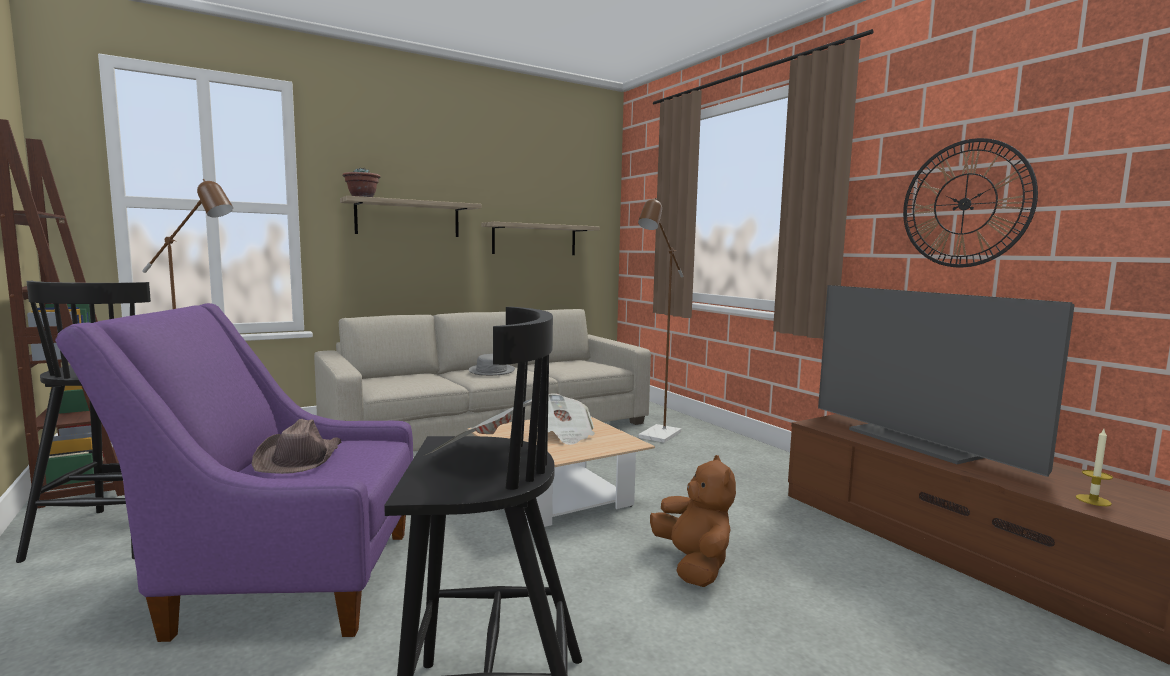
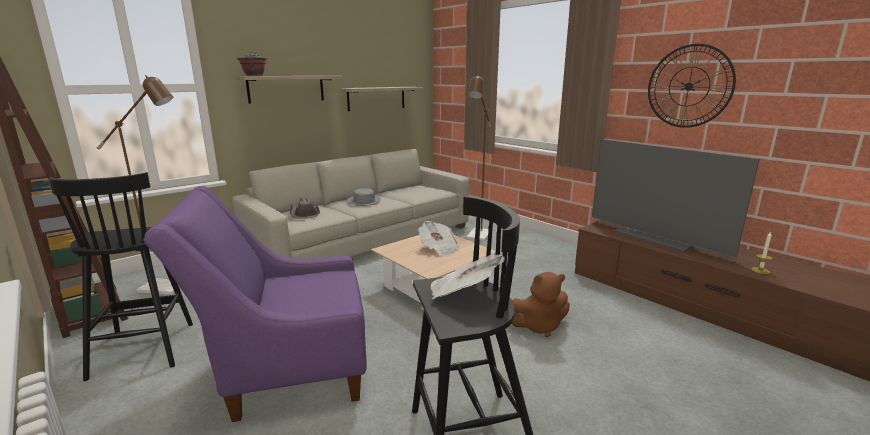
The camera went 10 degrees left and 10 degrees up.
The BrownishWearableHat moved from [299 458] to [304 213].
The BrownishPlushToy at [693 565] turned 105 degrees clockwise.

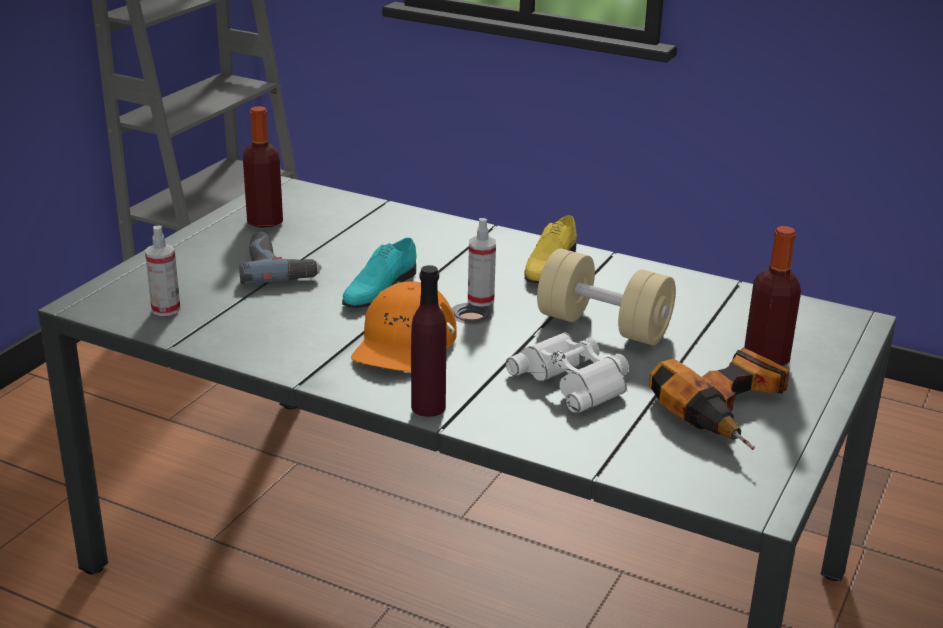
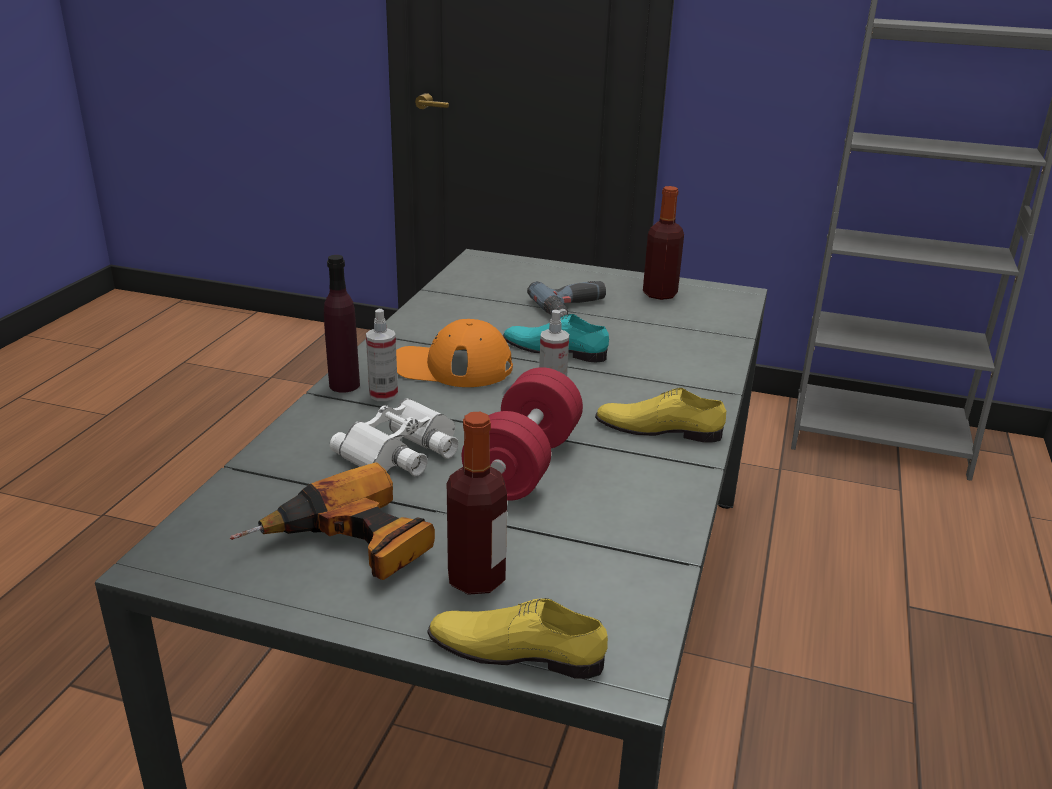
The camera went 80 degrees right and 0 degrees up.
The HandSprayer moved from [166 309] to [383 394].
The SandColouredHandWeight at [603 326] became the ReddishHandWeight at [523 464].
The YellowShoe at [516 649] appeared.

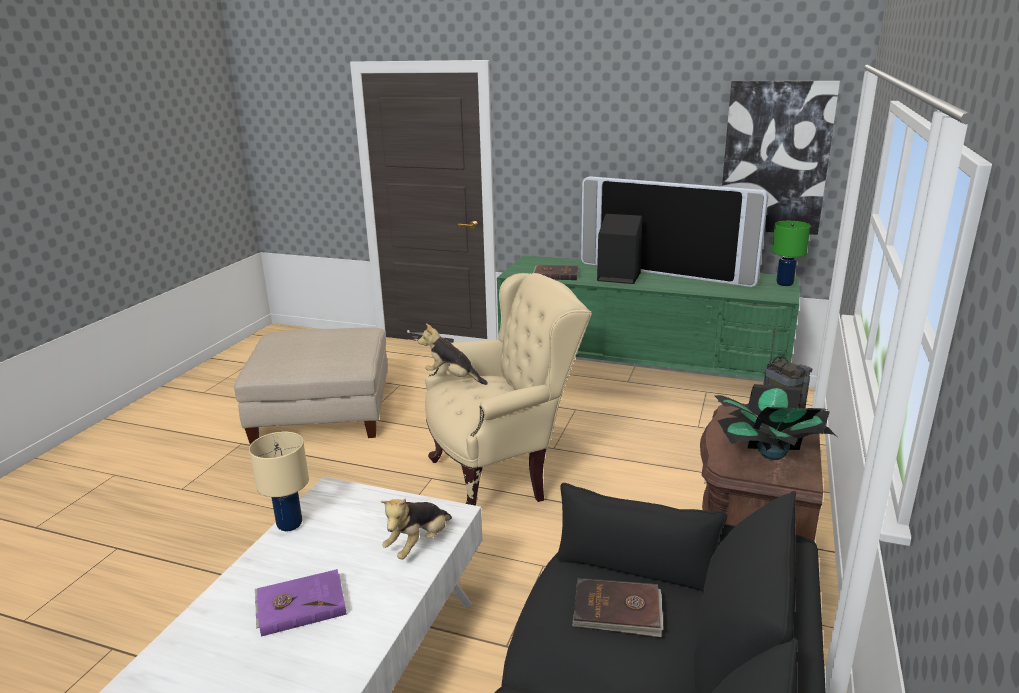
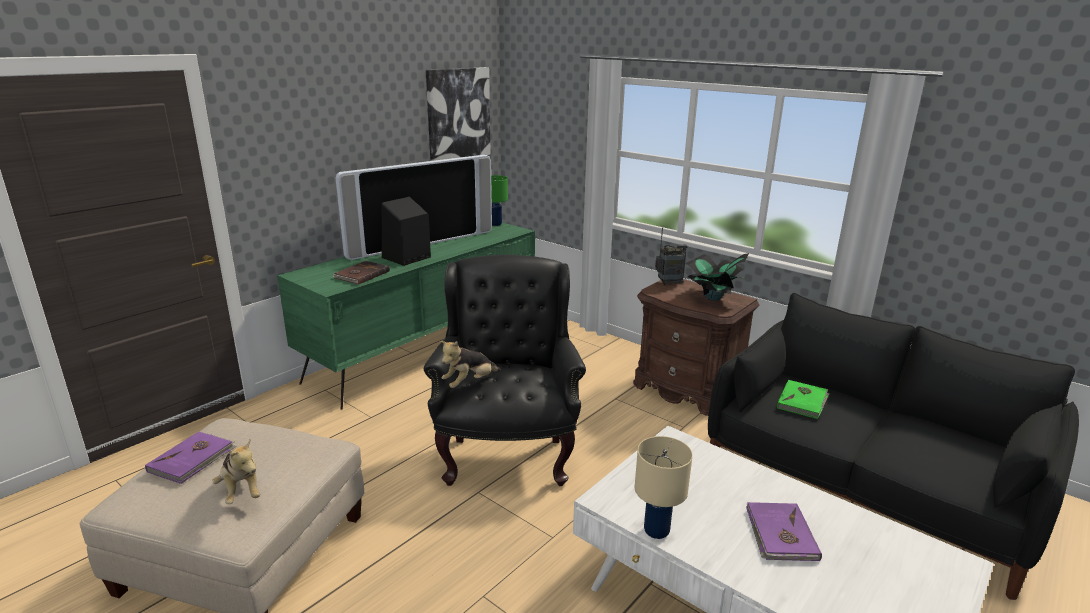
The camera went 70 degrees left and 0 degrees up.
The SandColouredArmchair at [501 476] became the BlackColouredArmchair at [507 451].
The PlushToy moved from [418 544] to [241 490].
The BrownishBoundBook at [617 611] became the GreenishBoundBook at [803 401].
The PurpleColouredBoundBook at [192 459] appeared.

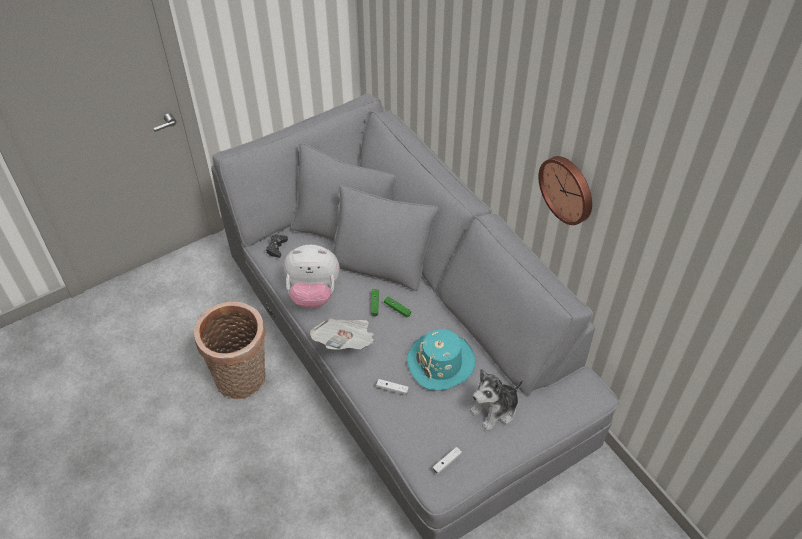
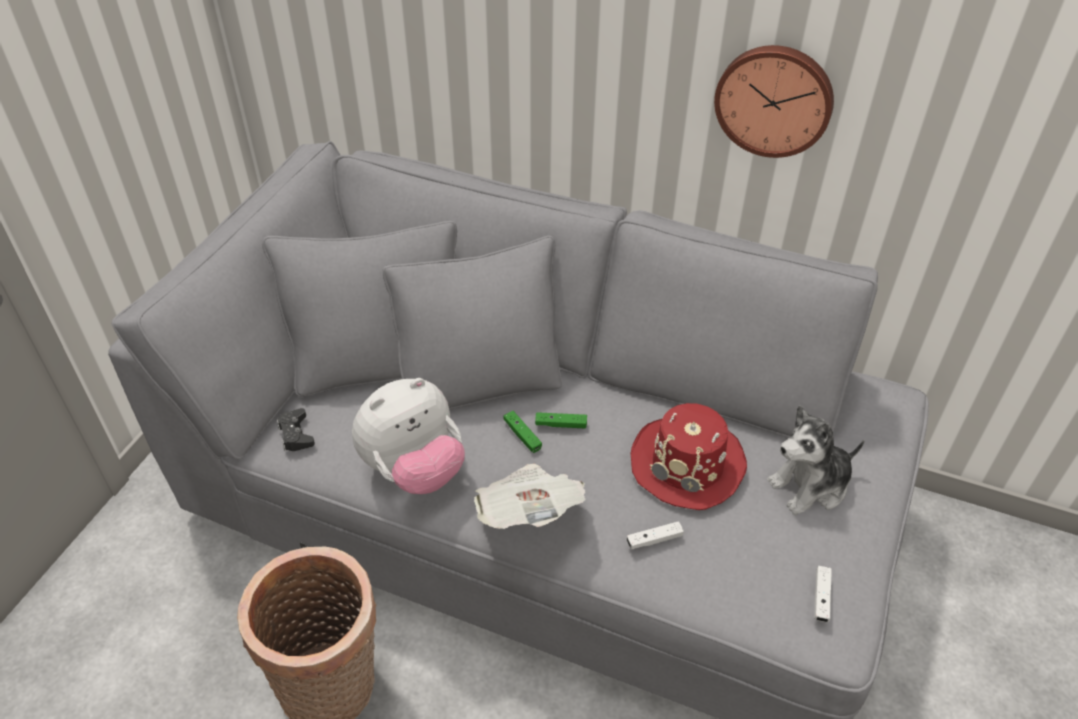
The camera went 35 degrees left and 5 degrees down.
The TurquoiseColouredWearableHat at [441 363] became the ReddishWearableHat at [688 463].
The PlushToy at [495 409] turned 45 degrees clockwise.

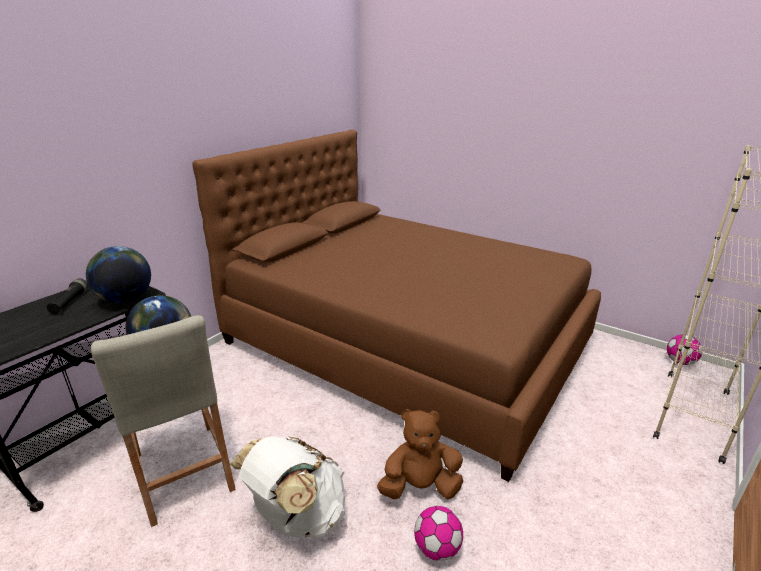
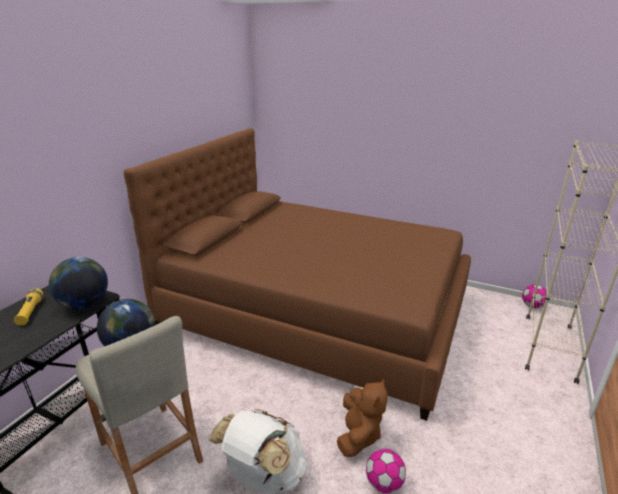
The camera went 10 degrees left and 0 degrees up.
The BlackColouredHandTorch at [70 302] became the YellowHandTorch at [30 312].
The BrownishPlushToy at [420 487] turned 120 degrees clockwise.

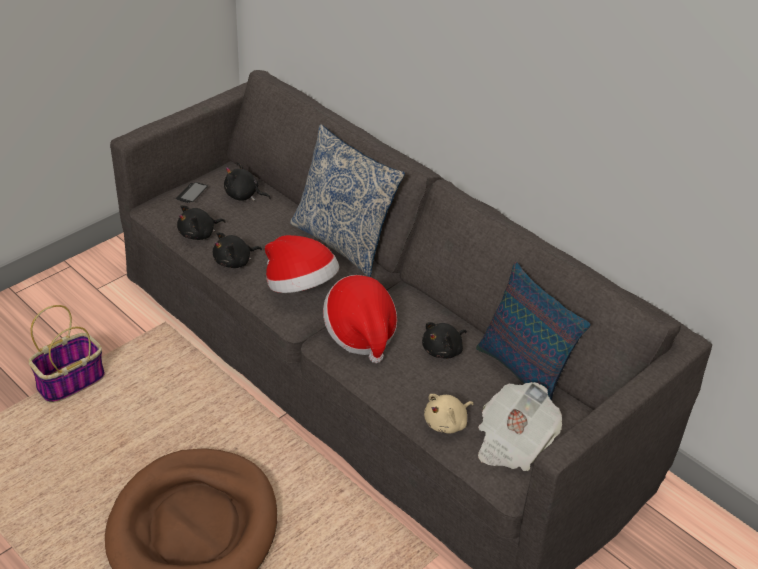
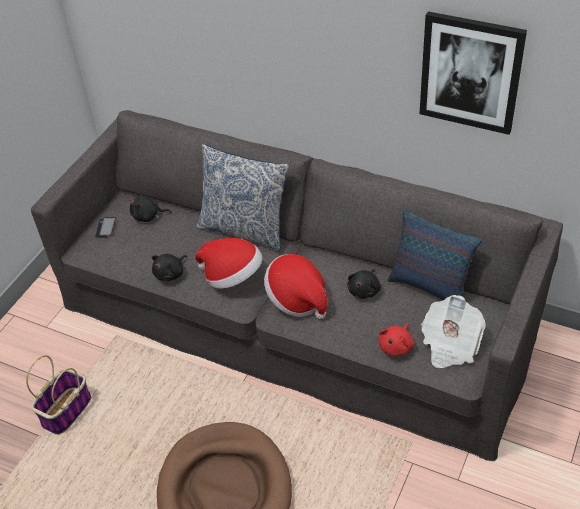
The camera went 15 degrees left and 5 degrees up.
The BlackColouredPlushToy at [199 234] disappeared.
The SandColouredPlushToy at [447 423] became the ReddishPlushToy at [396 346].
The WallArt at [470 72] appeared.

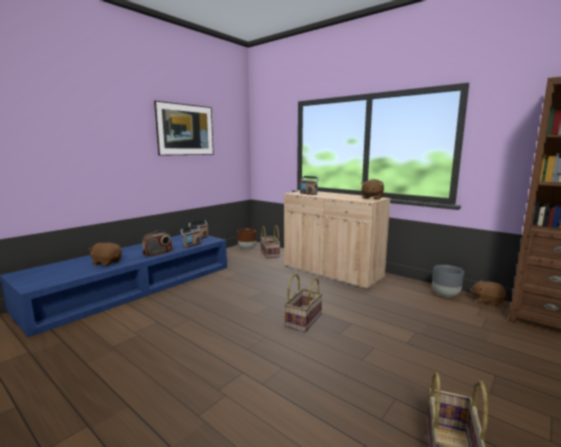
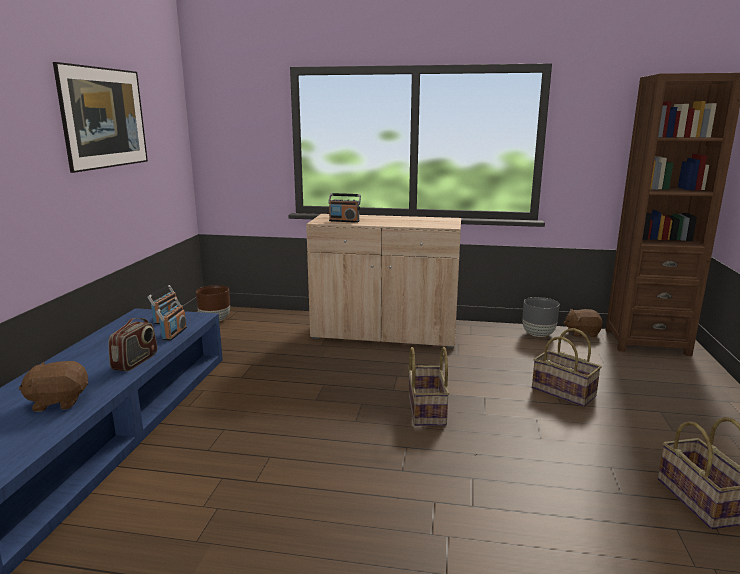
The camera went 30 degrees left and 5 degrees up.
The BrownishPlushToy at [372 198] disappeared.
The Basket moved from [270 254] to [564 392].

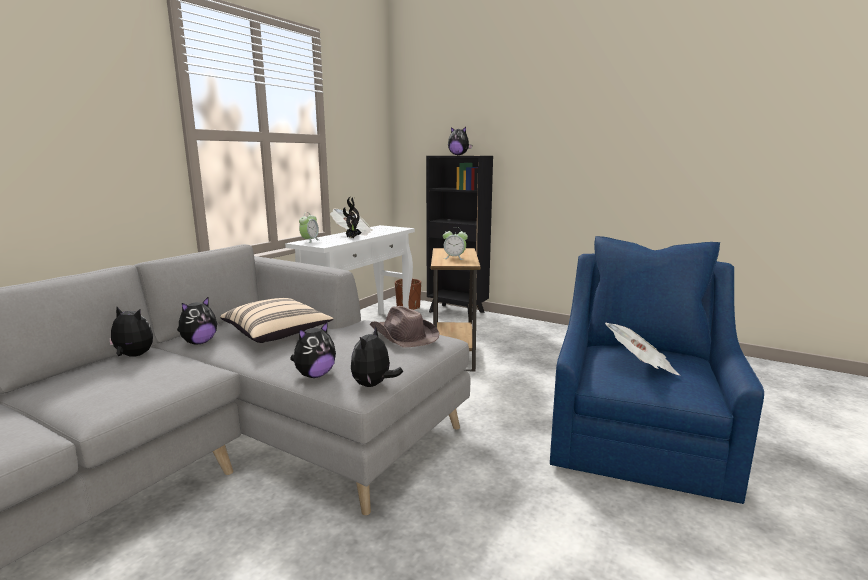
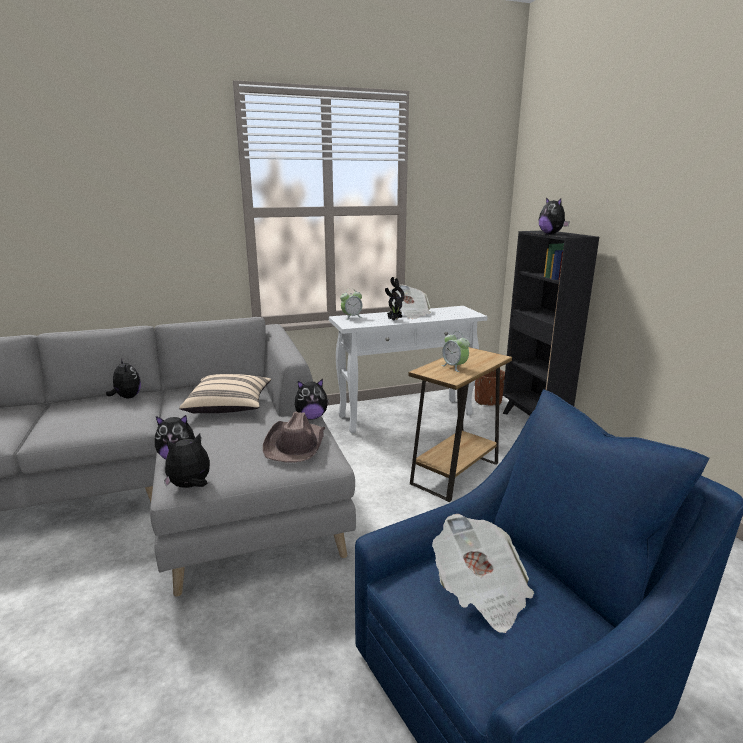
The camera went 40 degrees right and 5 degrees up.
The PlushToy moved from [199 342] to [311 417].

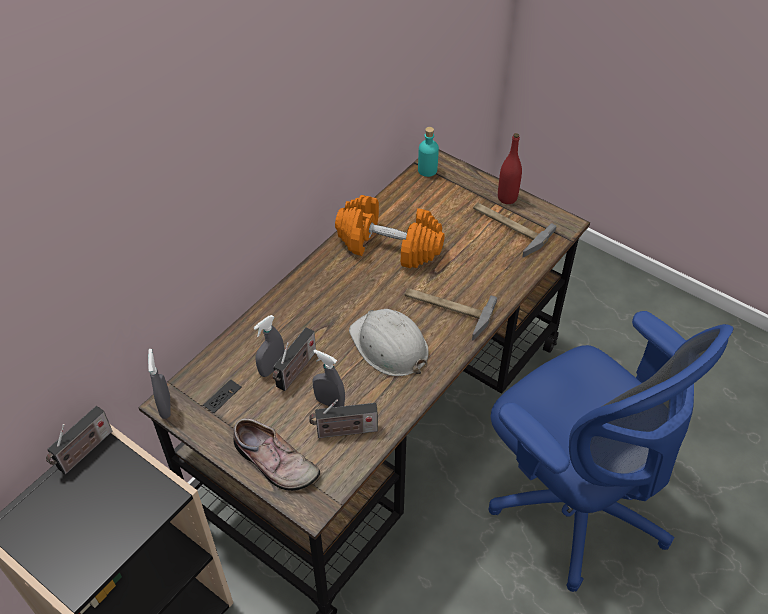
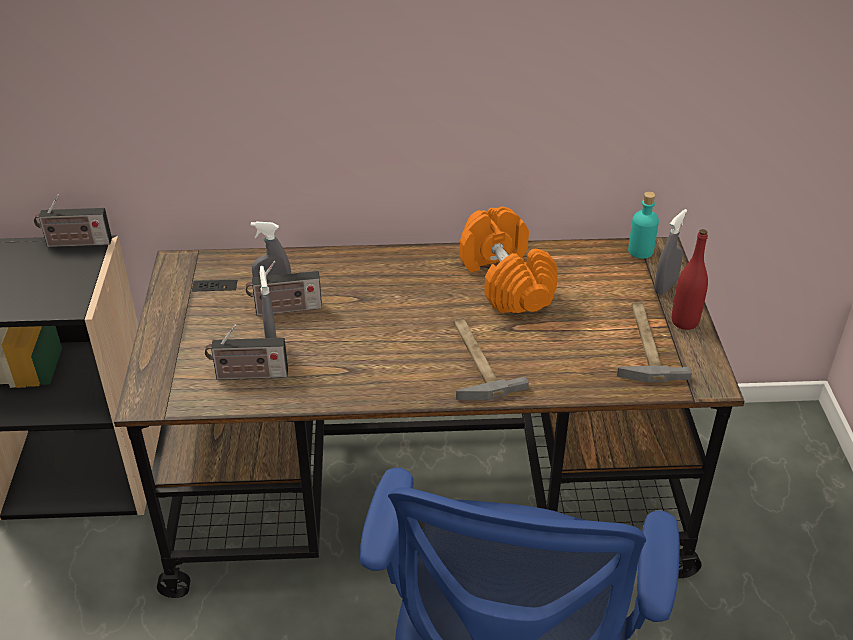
The camera went 50 degrees right and 10 degrees down.
The WhiteWorkHelmet at [389 346] disappeared.
The GreyHandSprayer moved from [165 407] to [665 287].
The RadioReceiver at [344 431] turned 45 degrees counterclockwise.
The Shoe at [273 463] disappeared.

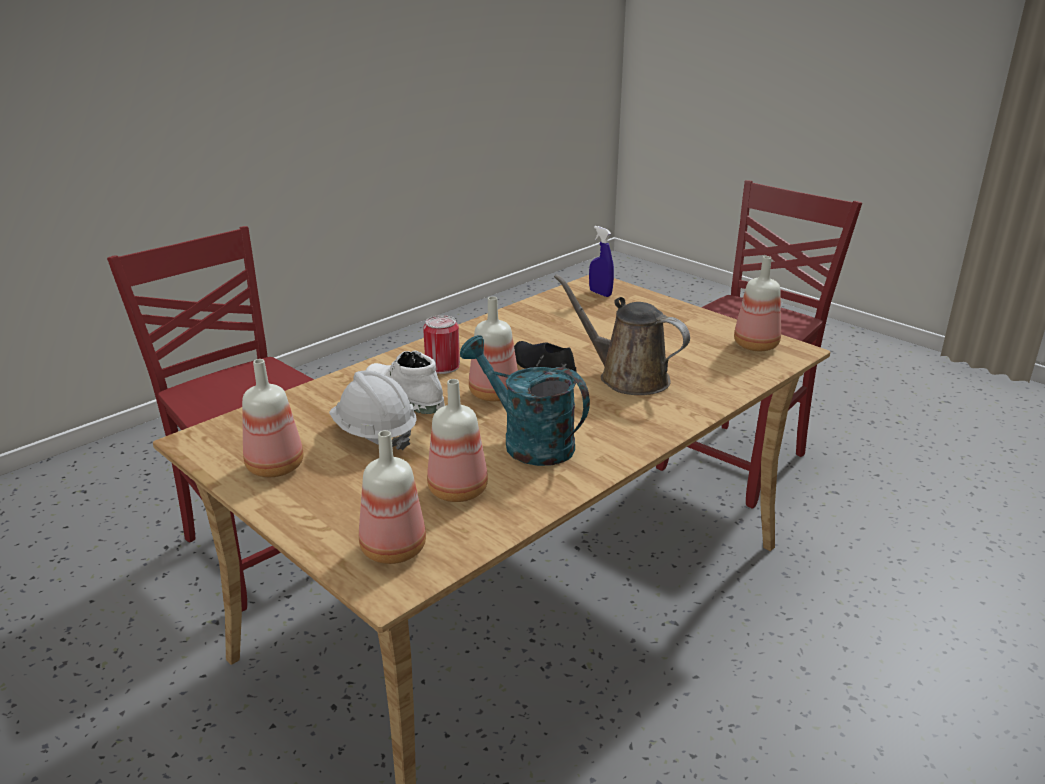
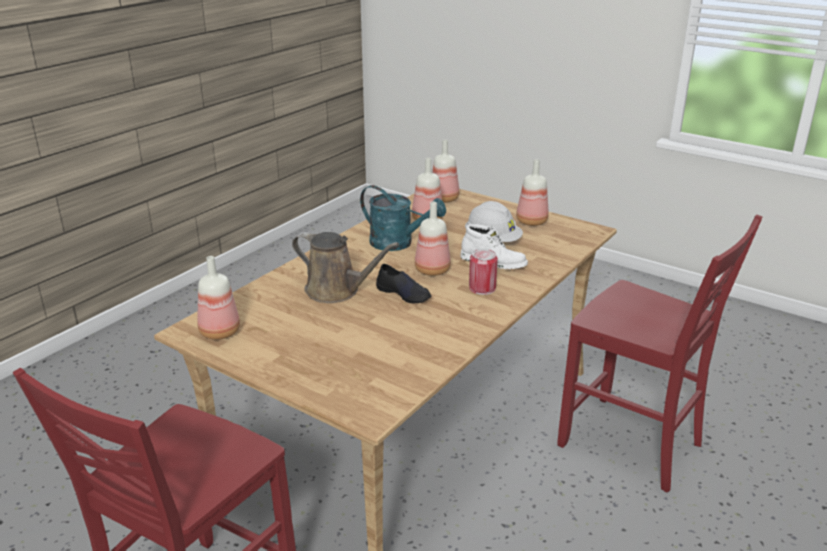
The camera went 170 degrees right and 0 degrees up.
The BlueColouredHandSprayer at [600 293] disappeared.

